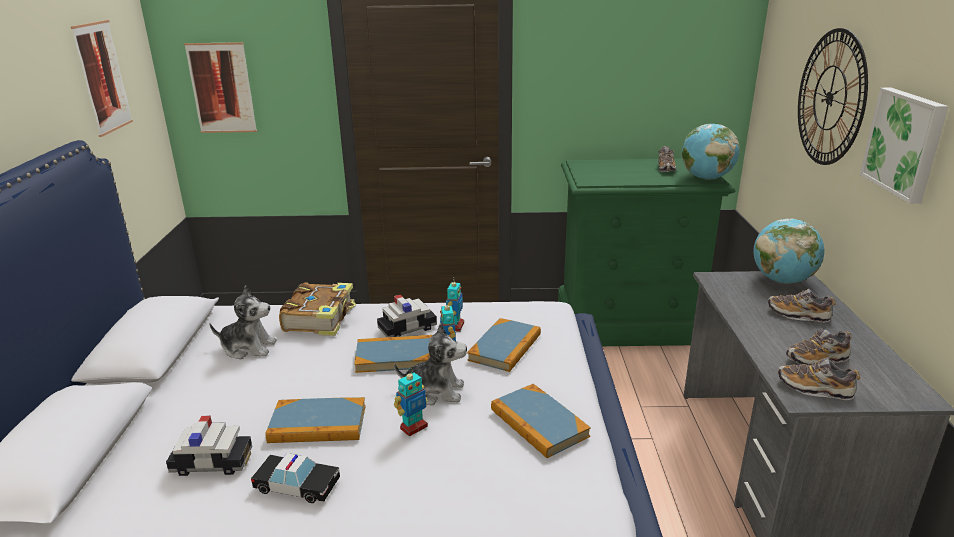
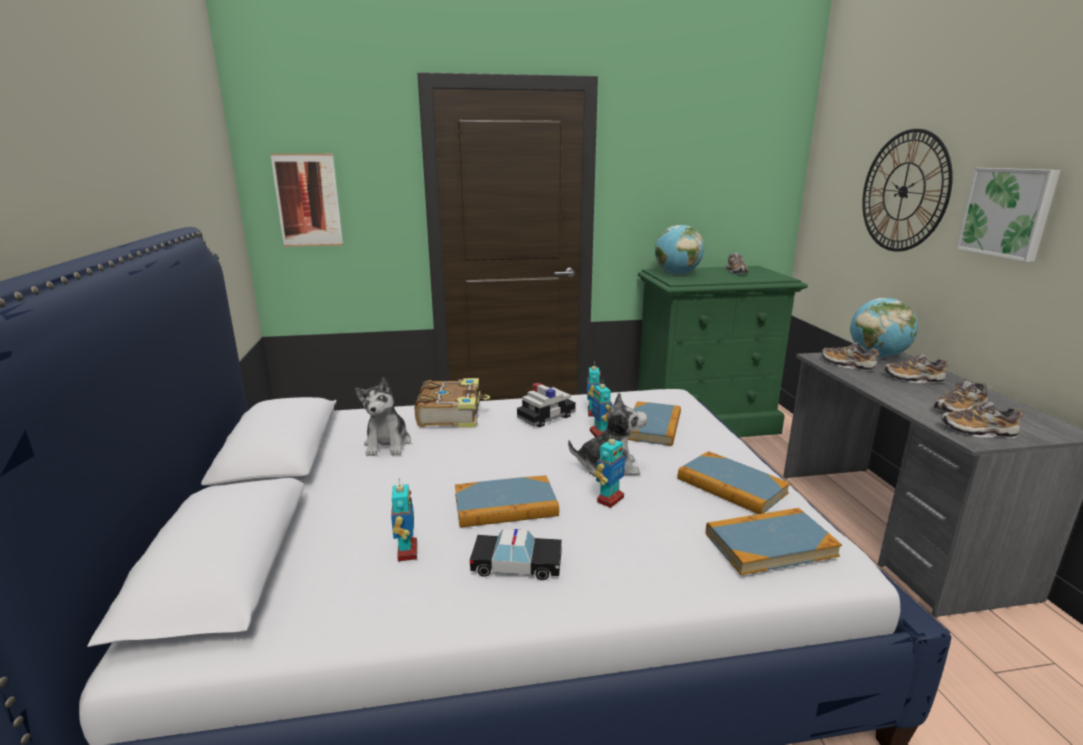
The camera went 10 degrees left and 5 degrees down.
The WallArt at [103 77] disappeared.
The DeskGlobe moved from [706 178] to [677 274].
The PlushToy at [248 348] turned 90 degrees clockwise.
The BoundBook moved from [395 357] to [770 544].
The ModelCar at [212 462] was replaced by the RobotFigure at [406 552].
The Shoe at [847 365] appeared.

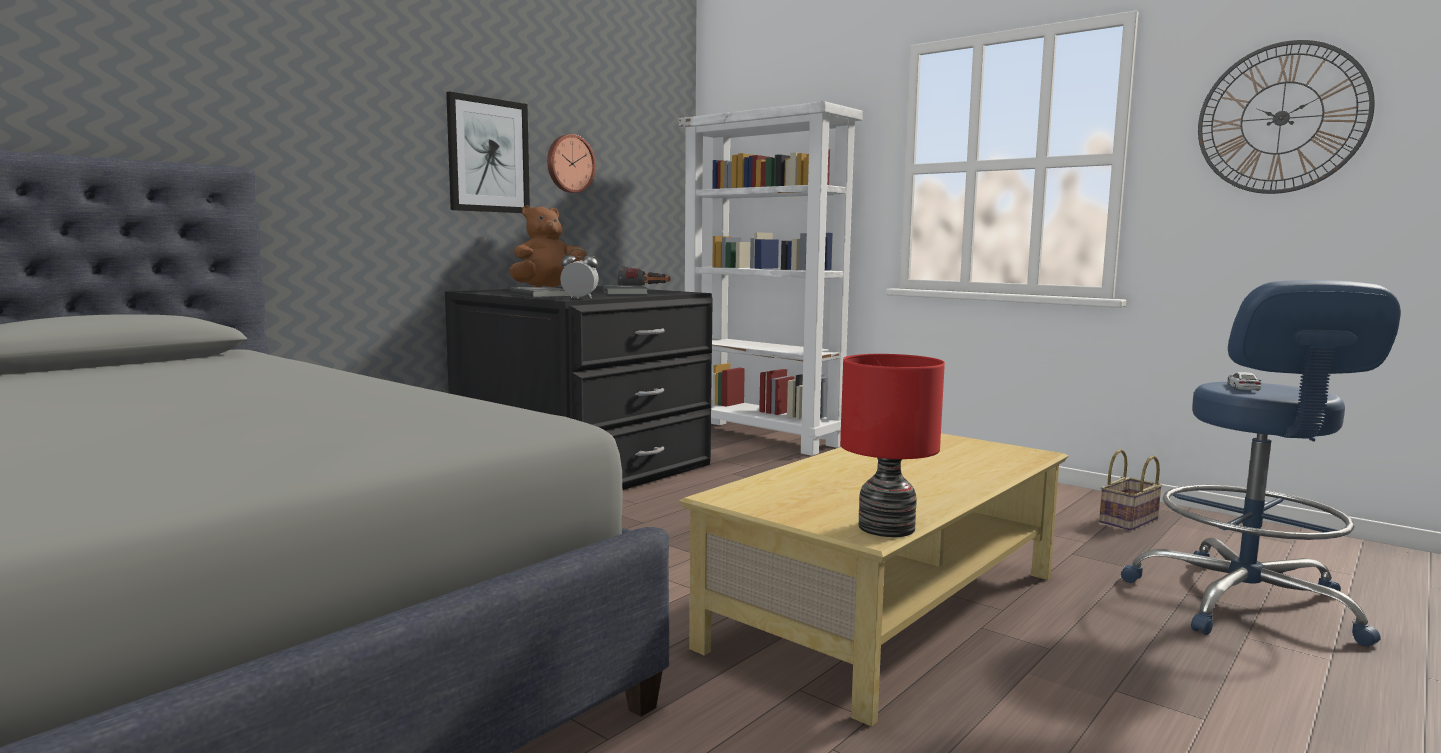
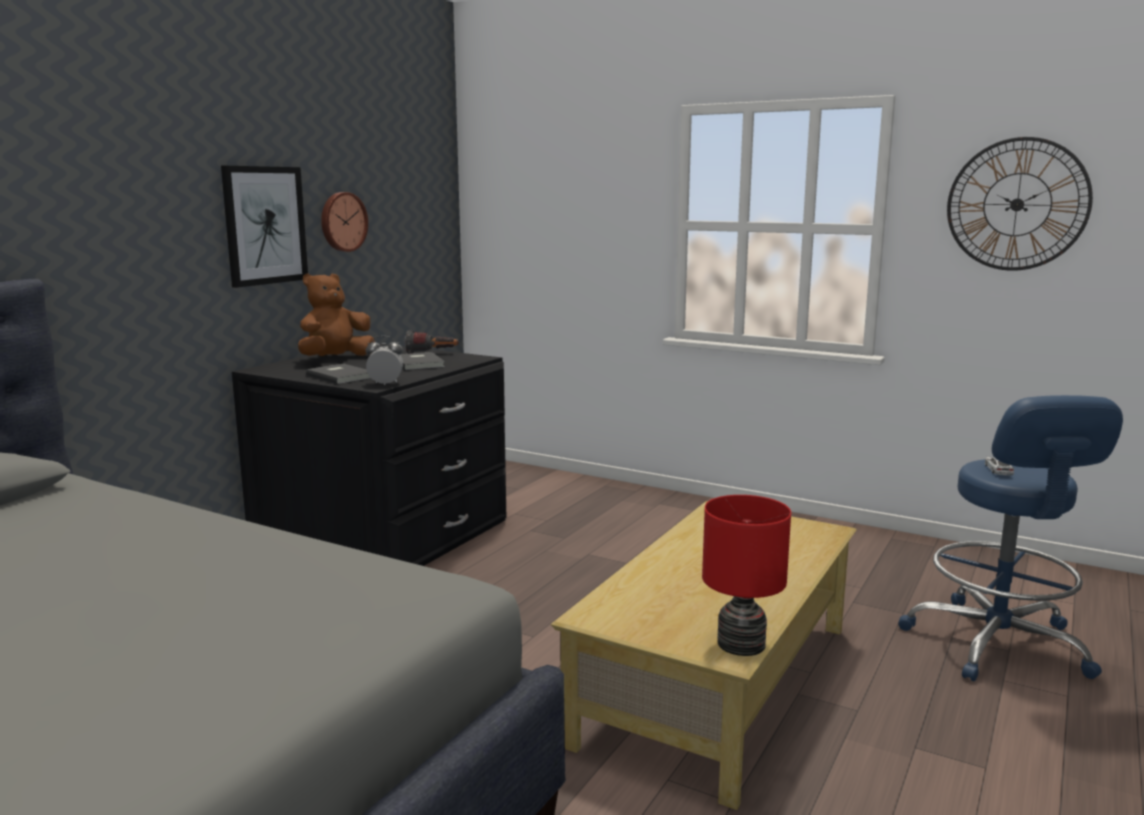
The camera went 10 degrees left and 5 degrees up.
The WhiteBookcase at [762 437] disappeared.
The Basket at [1129 521] disappeared.

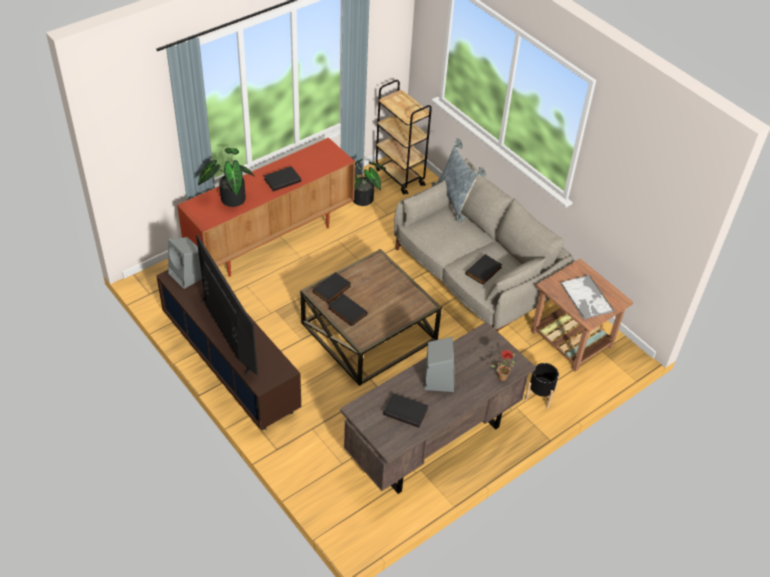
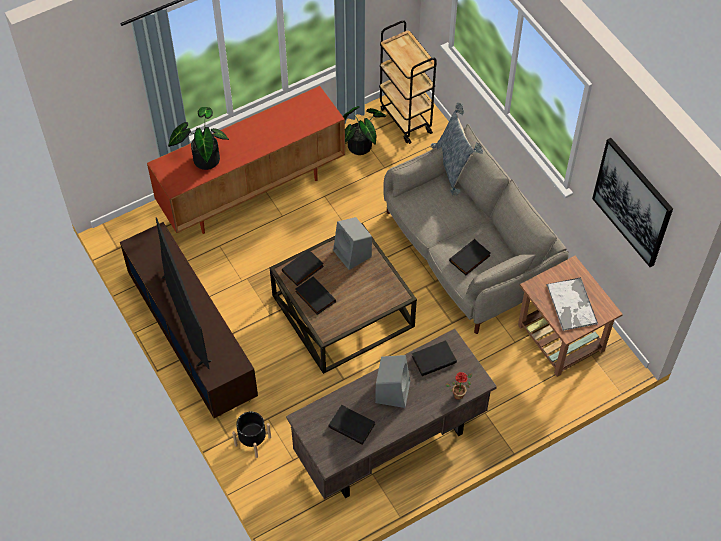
The camera went 10 degrees right and 10 degrees up.
The BlackColouredBoundBook moved from [282 180] to [433 359].
The GreyAudioSpeaker moved from [188 275] to [353 254].
The BlackColouredPlanter moved from [540 395] to [253 441].
The WallArt at [632 202] appeared.

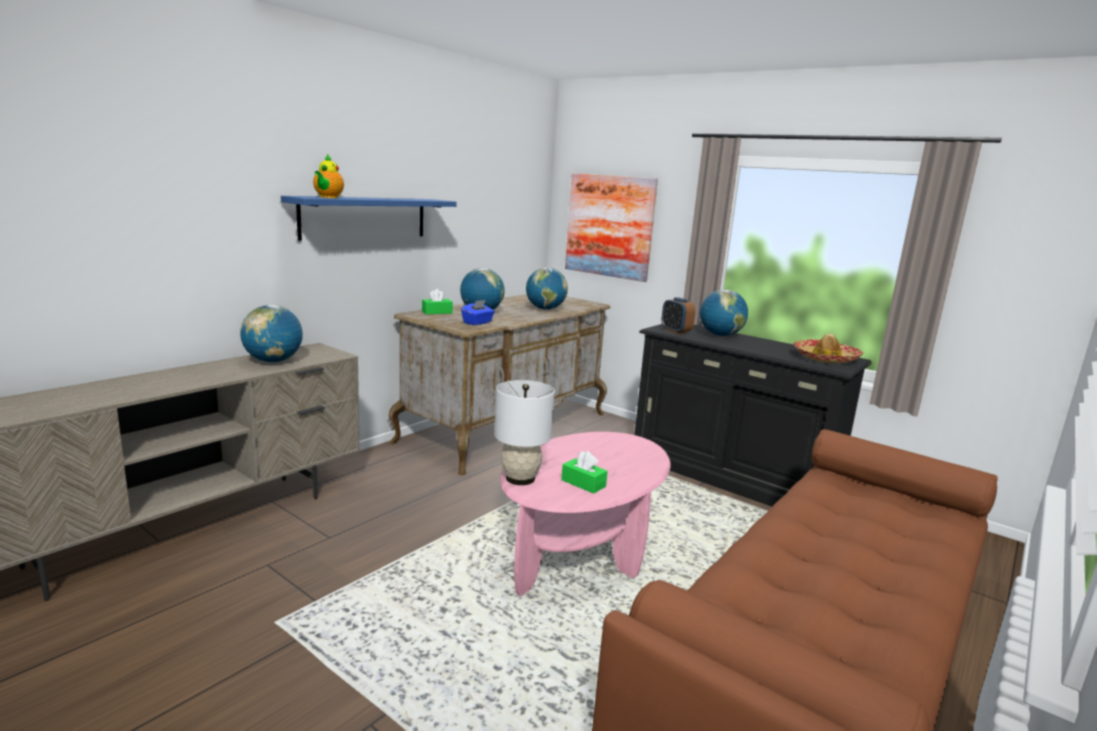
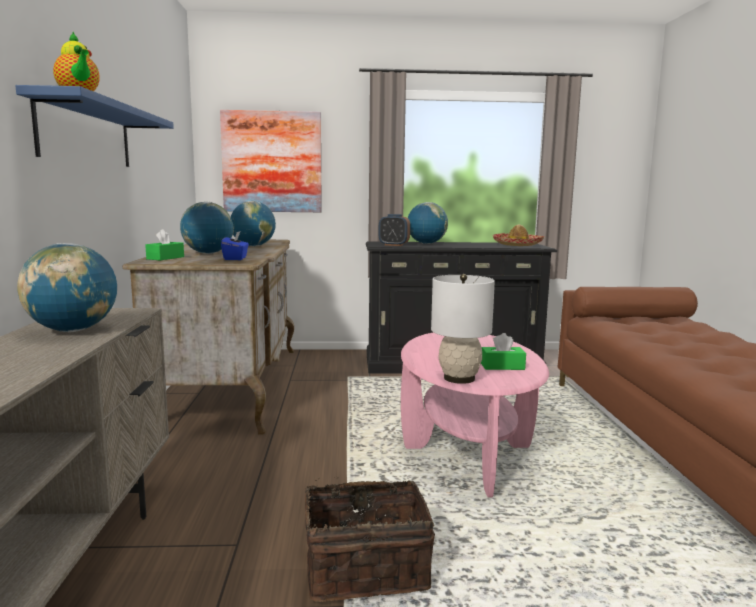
The camera went 40 degrees left and 5 degrees down.
The Basket at [365 567] appeared.

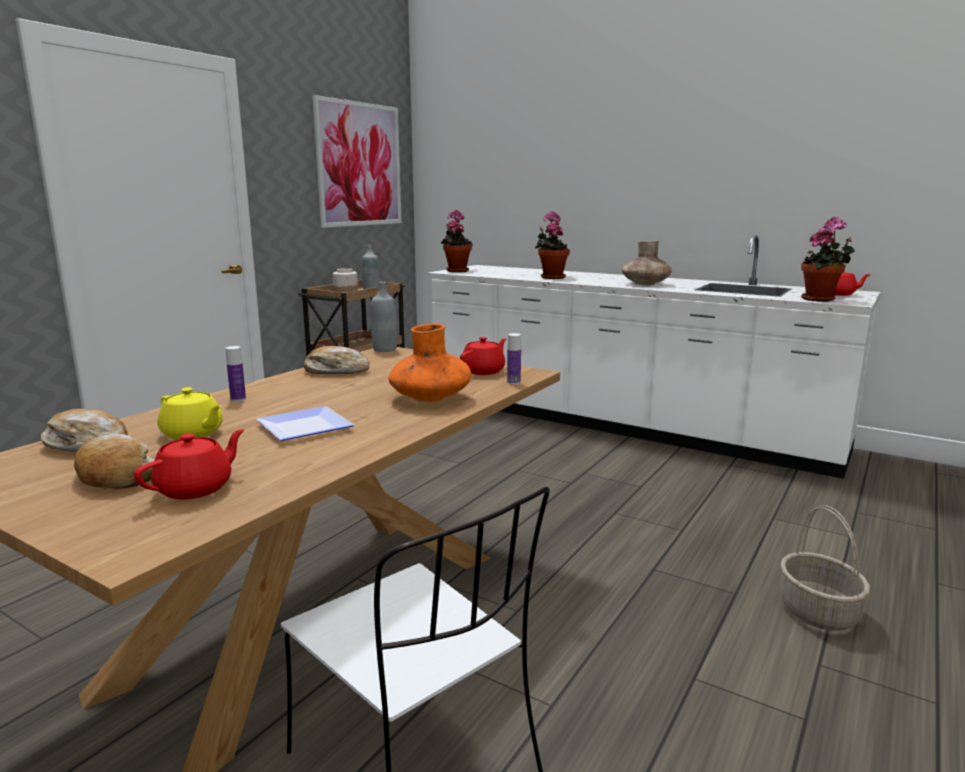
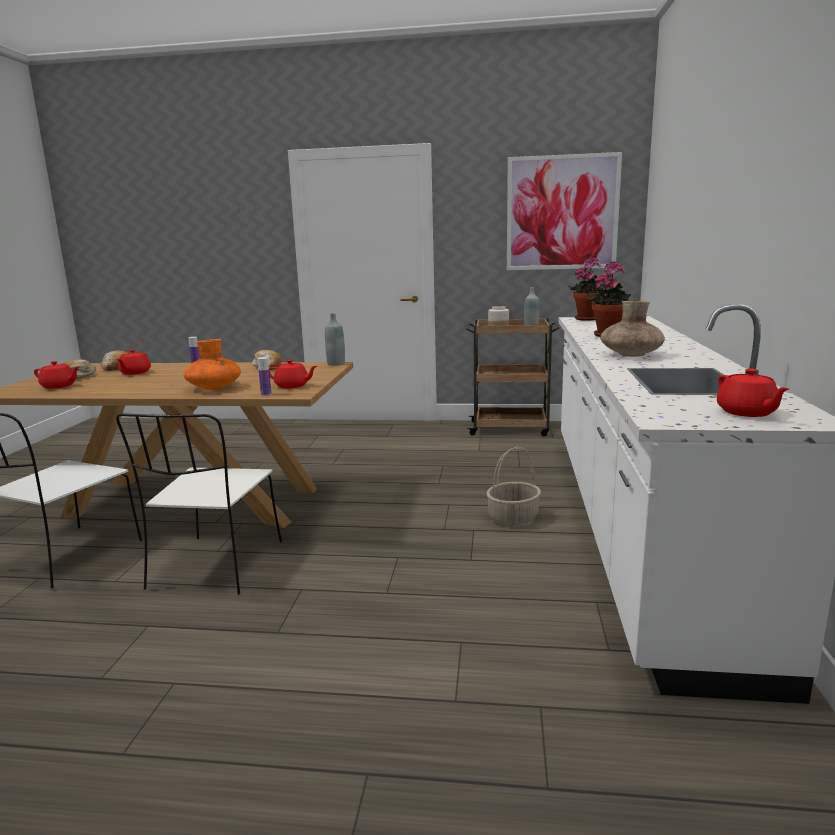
The camera went 65 degrees right and 0 degrees up.
The Houseplant at [821 299] disappeared.
The YellowTeaPot at [193 433] became the ReddishTeaPot at [135 373].
The DinnerPlate at [306 426] disappeared.
The Basket moved from [819 612] to [513 518].
The WhiteUprightChair at [215 566] appeared.

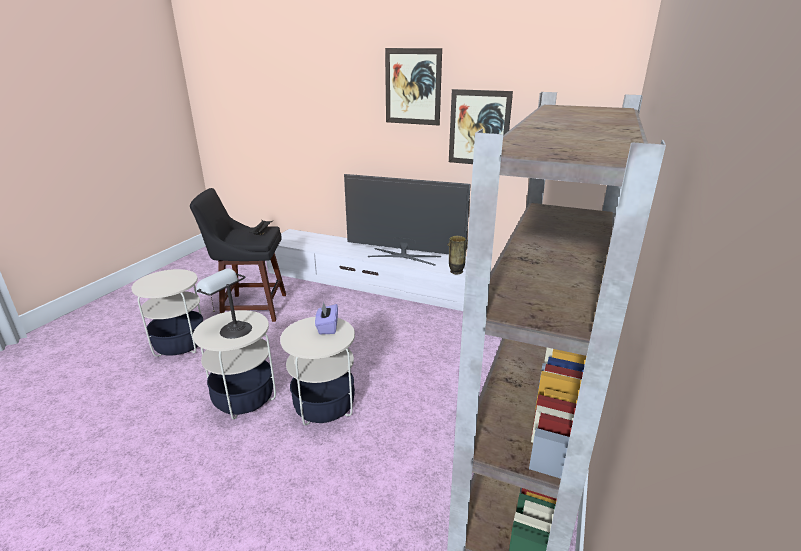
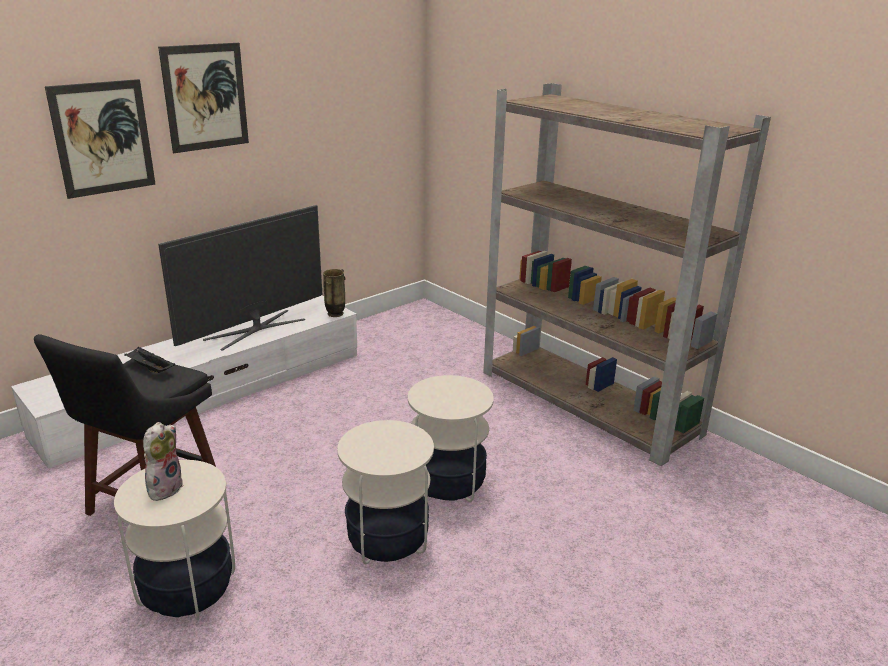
The camera went 65 degrees left and 0 degrees up.
The WallArt moved from [479 128] to [103 138].
The LampForATable at [230 328] disappeared.
The PurpleColouredTissueHolder at [327 327] disappeared.
The PlushToy at [164 487] appeared.

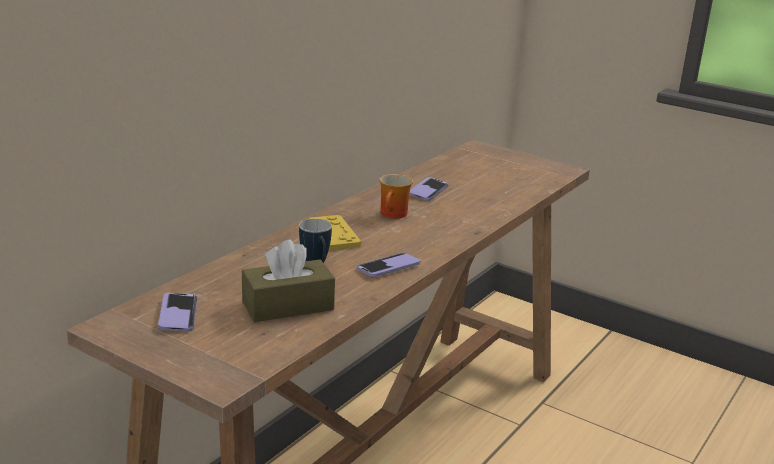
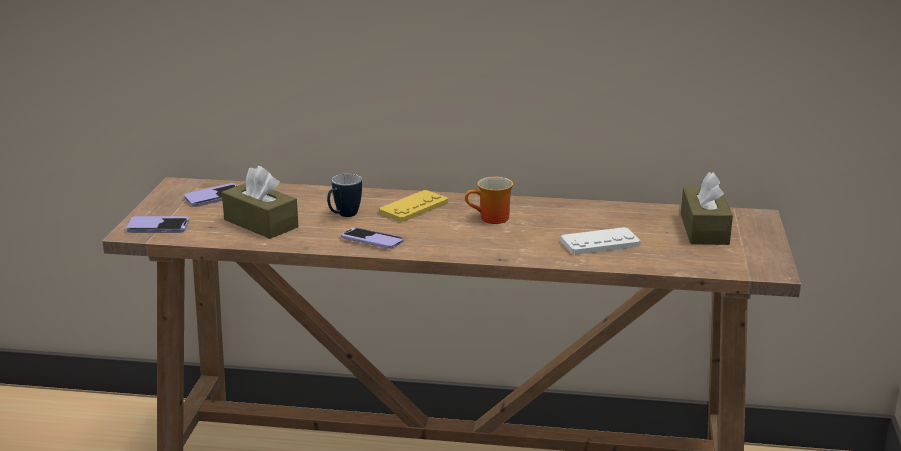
The camera went 65 degrees right and 0 degrees up.
The Phone moved from [428 191] to [158 226].
The BrownishTissueHolder at [704 229] appeared.
The WhiteGamepad at [600 243] appeared.

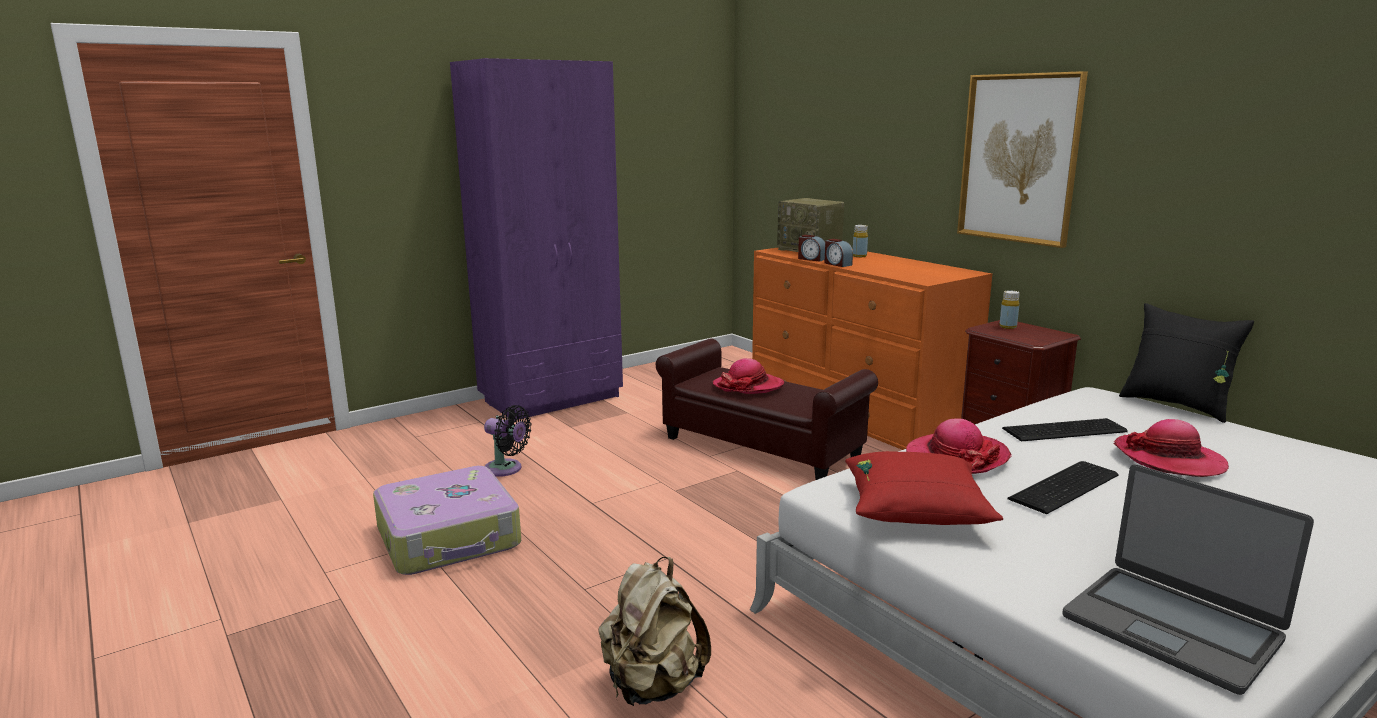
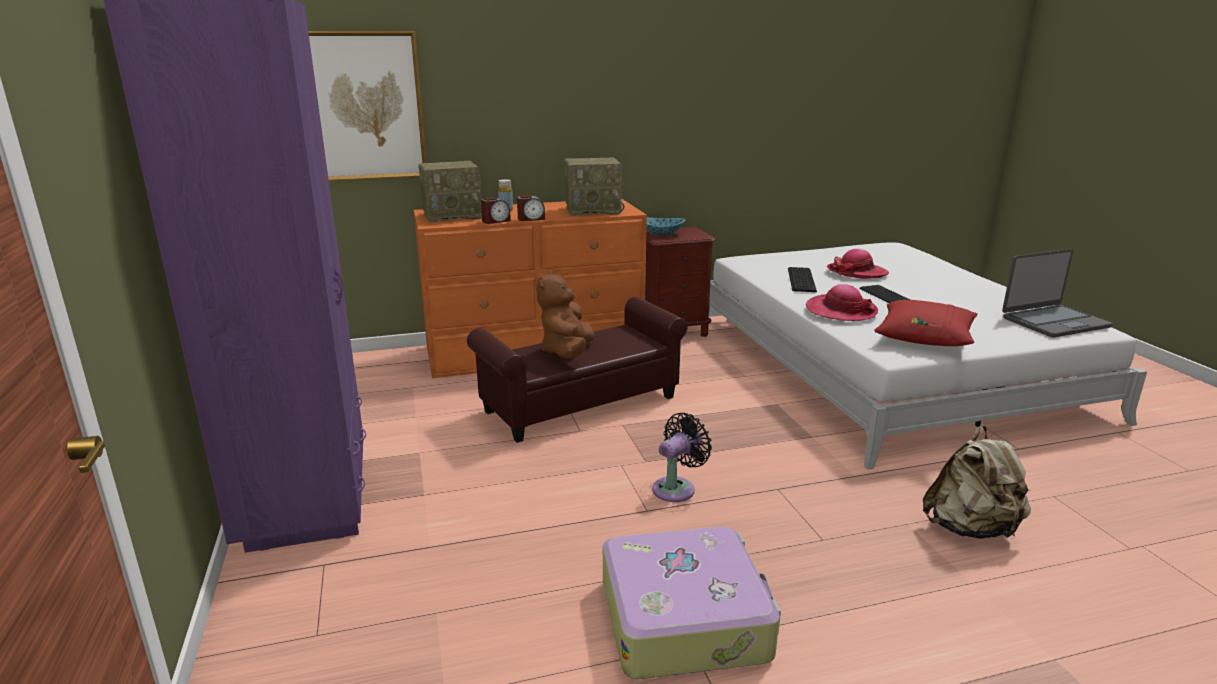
The camera went 70 degrees left and 5 degrees up.
The WallArt moved from [1019 158] to [367 107].
The YellowBottle at [1008 327] was replaced by the ServingBowl at [662 234].
The BlackColouredPillow at [1175 406] disappeared.
The WearableHat at [748 386] was replaced by the BrownishPlushToy at [567 352].
The BlackColouredElectricFan moved from [506 469] to [677 488].
The RadioReceiver at [594 210] appeared.

